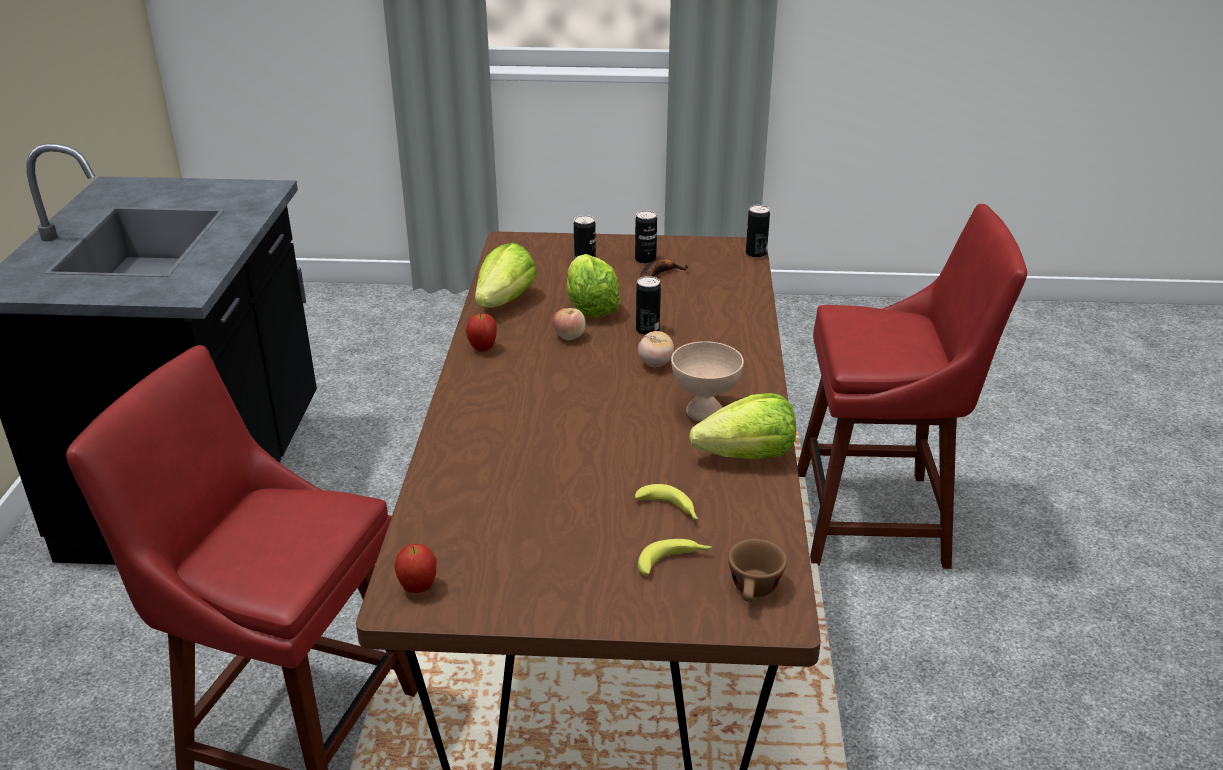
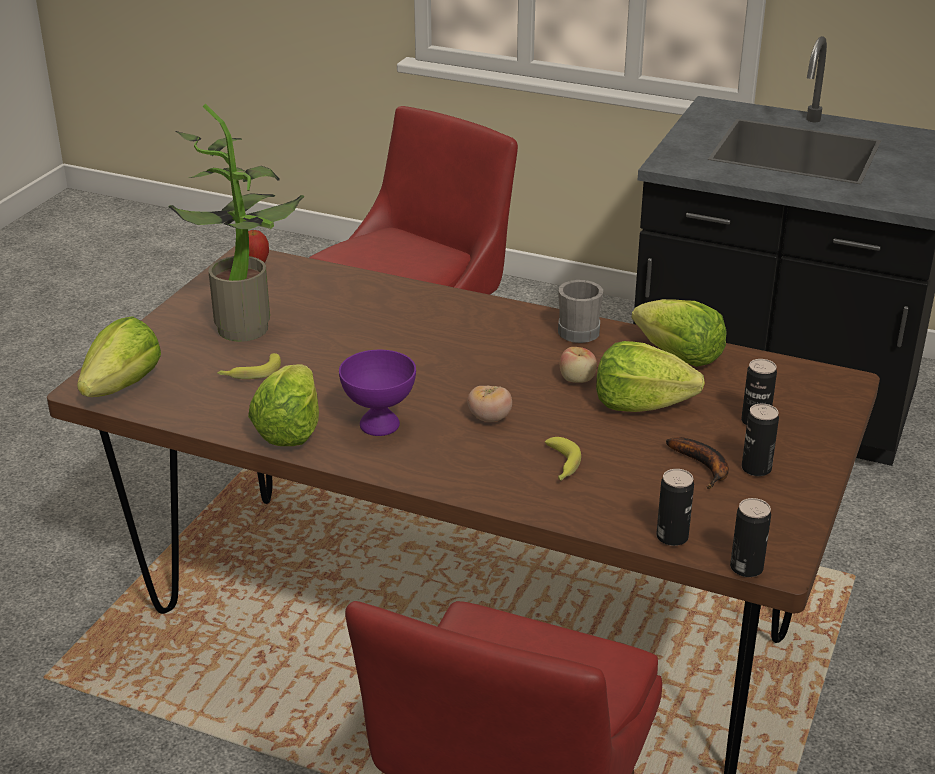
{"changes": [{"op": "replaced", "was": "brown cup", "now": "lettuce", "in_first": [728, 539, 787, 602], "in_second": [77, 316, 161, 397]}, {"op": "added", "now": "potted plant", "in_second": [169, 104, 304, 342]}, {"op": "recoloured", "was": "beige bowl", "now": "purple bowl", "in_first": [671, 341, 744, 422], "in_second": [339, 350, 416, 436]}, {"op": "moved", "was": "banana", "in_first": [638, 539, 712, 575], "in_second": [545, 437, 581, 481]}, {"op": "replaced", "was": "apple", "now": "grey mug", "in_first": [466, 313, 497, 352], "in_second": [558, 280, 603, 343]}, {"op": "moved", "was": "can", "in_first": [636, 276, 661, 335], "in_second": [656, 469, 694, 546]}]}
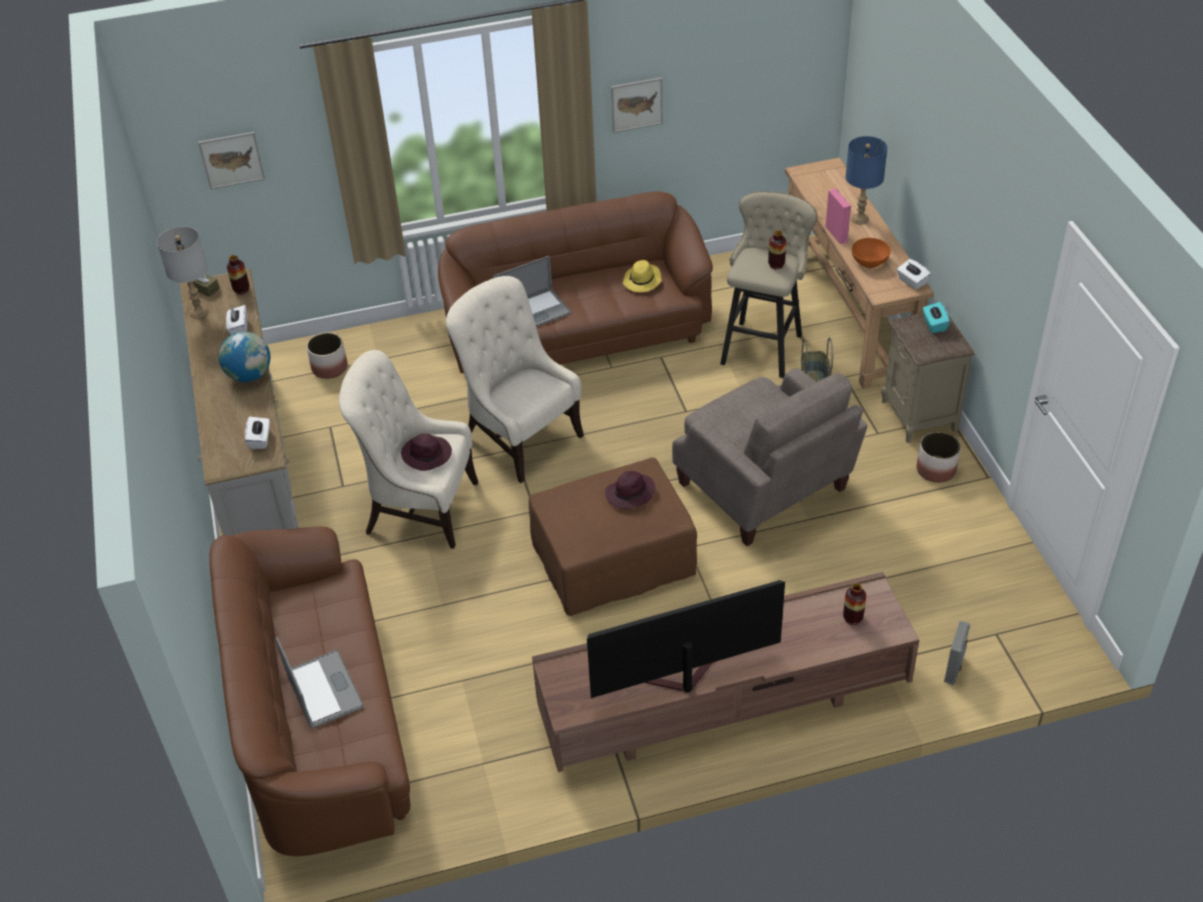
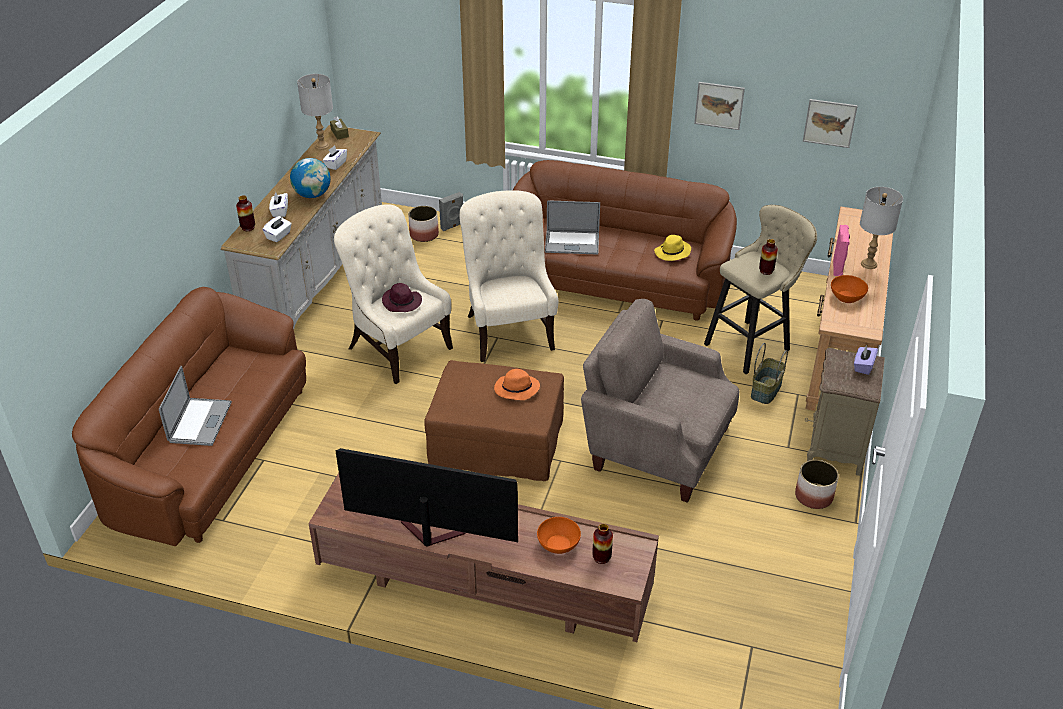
{"changes": [{"op": "moved", "was": "vase", "in_first": [227, 255, 250, 295], "in_second": [236, 195, 255, 231]}, {"op": "moved", "was": "white tissue box", "in_first": [897, 259, 931, 290], "in_second": [269, 192, 288, 217]}, {"op": "moved", "was": "grey speaker", "in_first": [944, 621, 970, 685], "in_second": [439, 192, 463, 231]}, {"op": "recoloured", "was": "purple hat", "now": "orange hat", "in_first": [605, 471, 656, 509], "in_second": [494, 369, 540, 400]}, {"op": "added", "now": "orange bowl", "in_second": [537, 517, 581, 554]}, {"op": "turned", "was": "beige armchair", "in_first": [672, 368, 868, 546], "in_second": [581, 299, 739, 503], "clockwise": 120}, {"op": "moved", "was": "picture", "in_first": [198, 132, 265, 189], "in_second": [803, 99, 858, 148]}, {"op": "recoloured", "was": "turquoise tissue box", "now": "purple tissue box", "in_first": [923, 302, 950, 333], "in_second": [854, 345, 878, 375]}, {"op": "recoloured", "was": "blue table lamp", "now": "grey table lamp", "in_first": [846, 136, 887, 225], "in_second": [860, 187, 903, 269]}]}
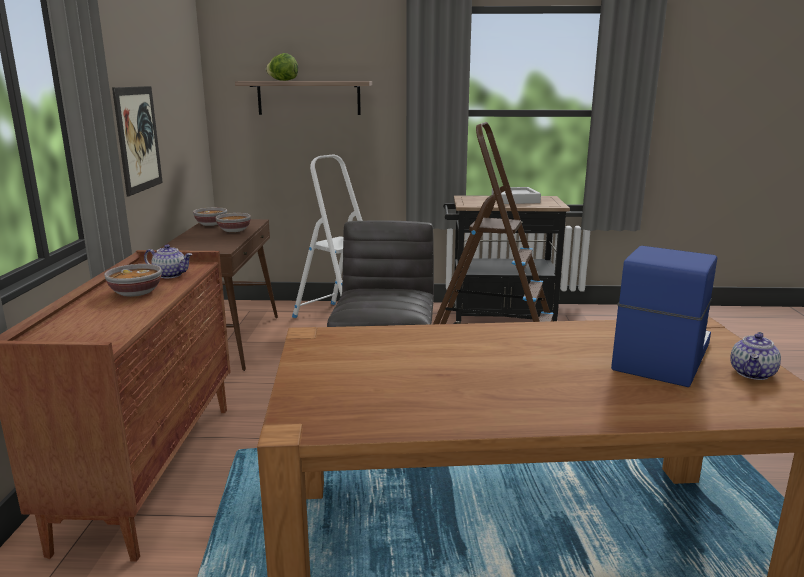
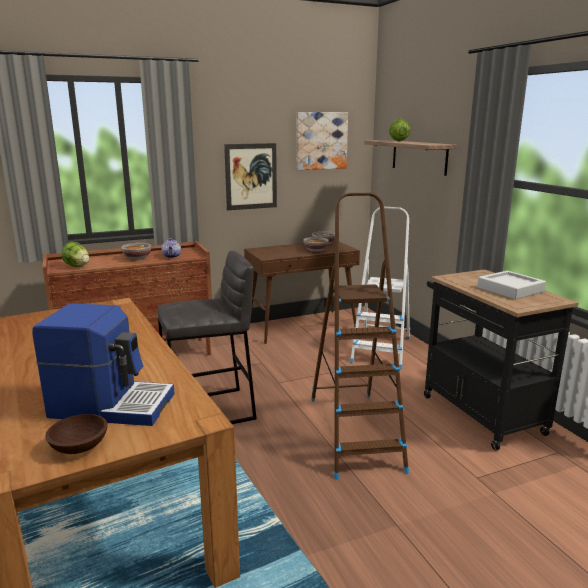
{"changes": [{"op": "replaced", "was": "teapot", "now": "brown bowl", "in_first": [730, 332, 781, 380], "in_second": [45, 414, 108, 454]}, {"op": "added", "now": "lettuce", "in_second": [61, 242, 89, 267]}, {"op": "added", "now": "picture", "in_second": [296, 112, 348, 170]}]}
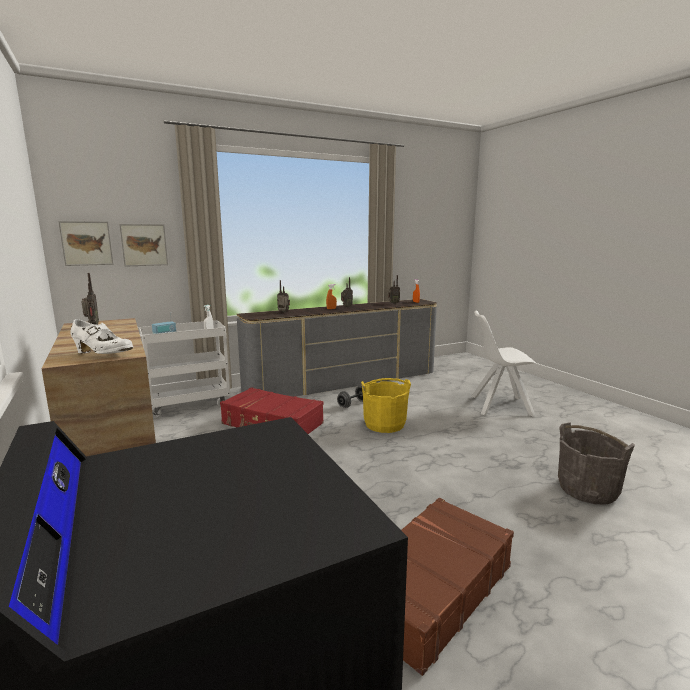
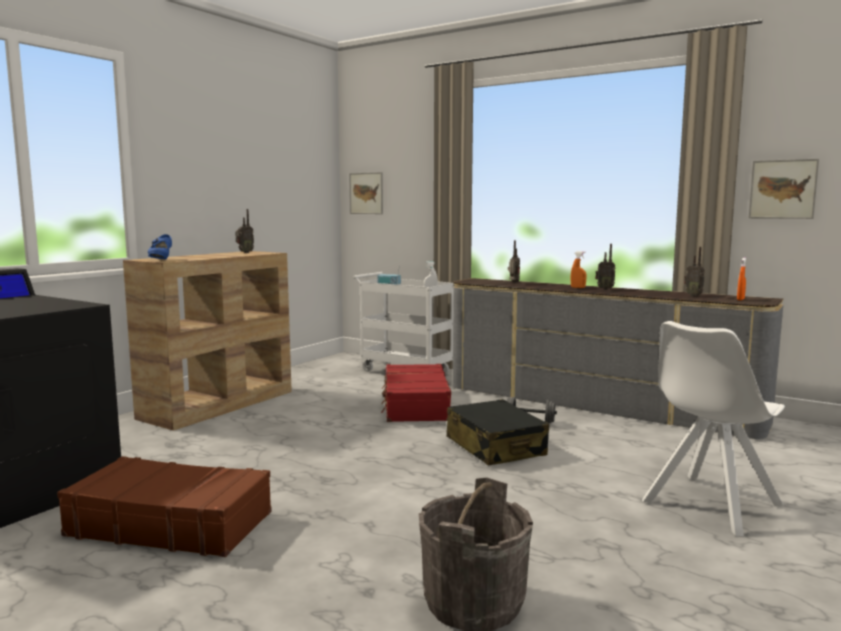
{"changes": [{"op": "recoloured", "was": "white shoe", "now": "blue shoe", "in_first": [70, 319, 133, 354], "in_second": [148, 234, 172, 259]}, {"op": "replaced", "was": "yellow bucket", "now": "black suitcase", "in_first": [361, 378, 411, 433], "in_second": [447, 399, 549, 466]}, {"op": "turned", "was": "white chair", "in_first": [471, 310, 537, 417], "in_second": [642, 321, 785, 536], "clockwise": -105}, {"op": "moved", "was": "picture", "in_first": [119, 224, 168, 267], "in_second": [748, 159, 819, 219]}]}
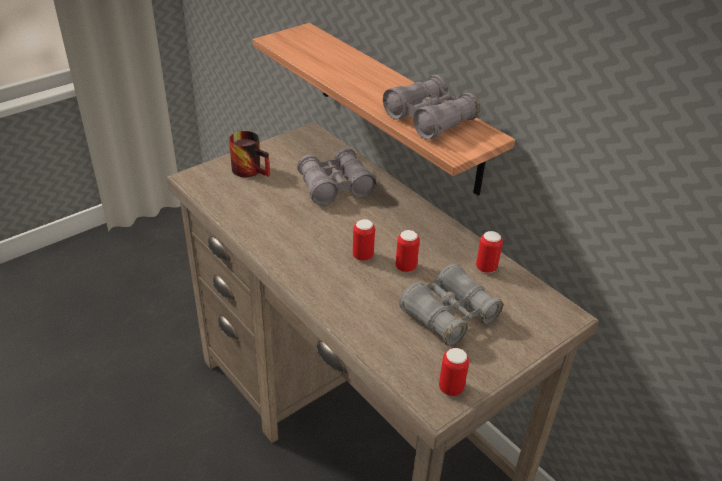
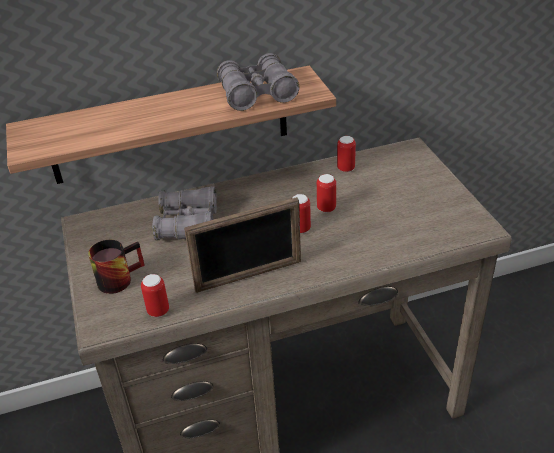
{"changes": [{"op": "moved", "was": "can", "in_first": [439, 348, 469, 396], "in_second": [141, 274, 169, 317]}, {"op": "added", "now": "picture frame", "in_second": [184, 197, 301, 293]}, {"op": "removed", "was": "grey binoculars", "in_first": [399, 263, 503, 346]}]}
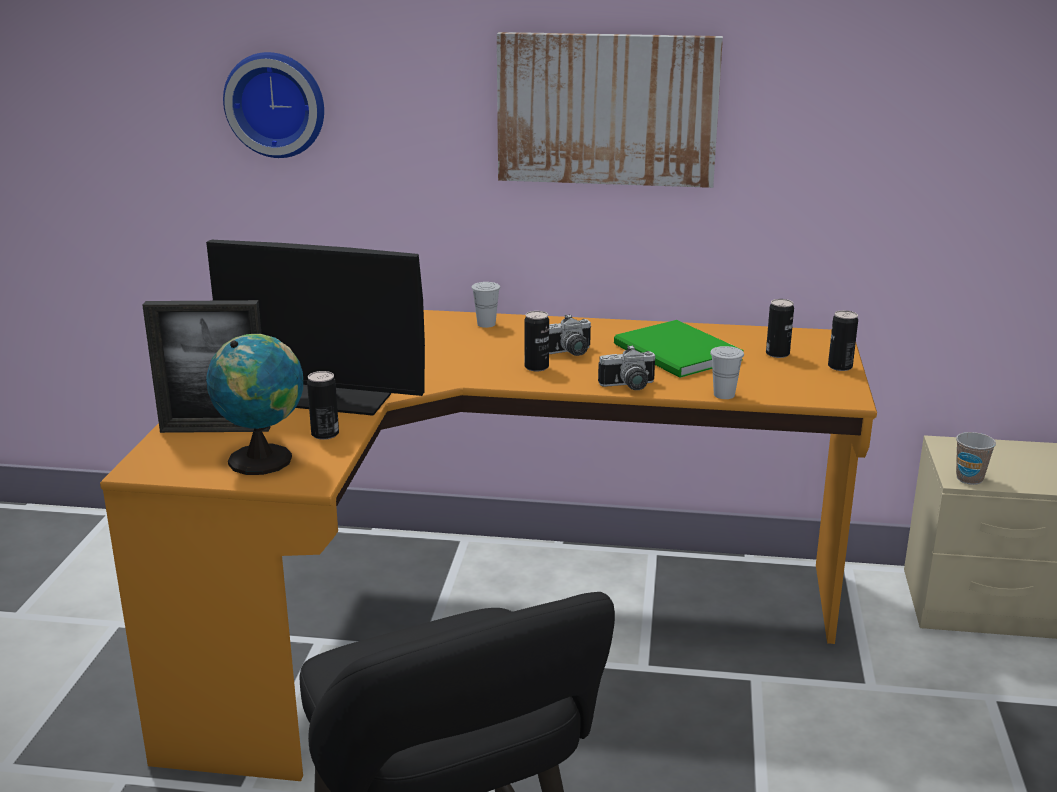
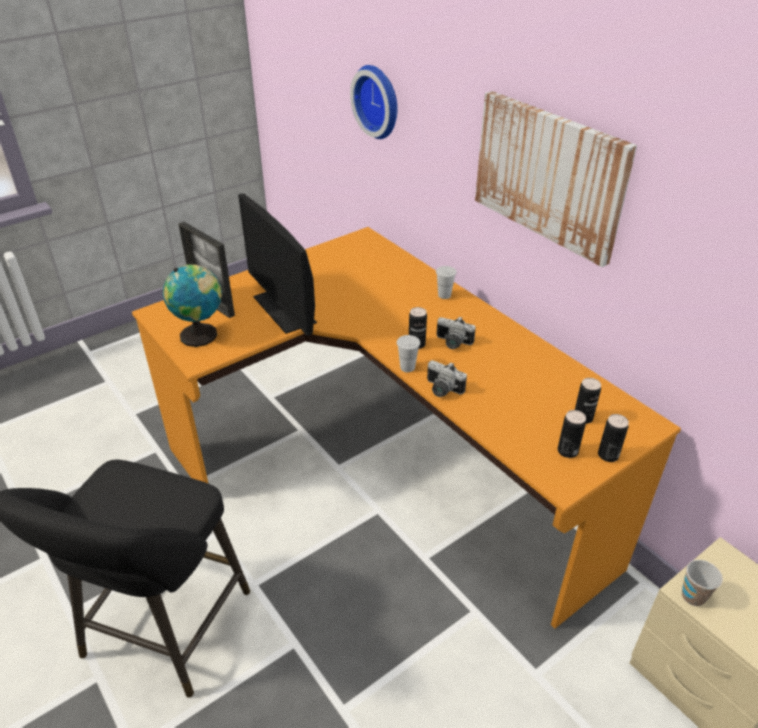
{"changes": [{"op": "moved", "was": "white cup", "in_first": [710, 346, 744, 399], "in_second": [397, 335, 420, 372]}, {"op": "moved", "was": "can", "in_first": [307, 371, 339, 440], "in_second": [558, 410, 586, 458]}, {"op": "removed", "was": "green book", "in_first": [614, 320, 743, 378]}]}
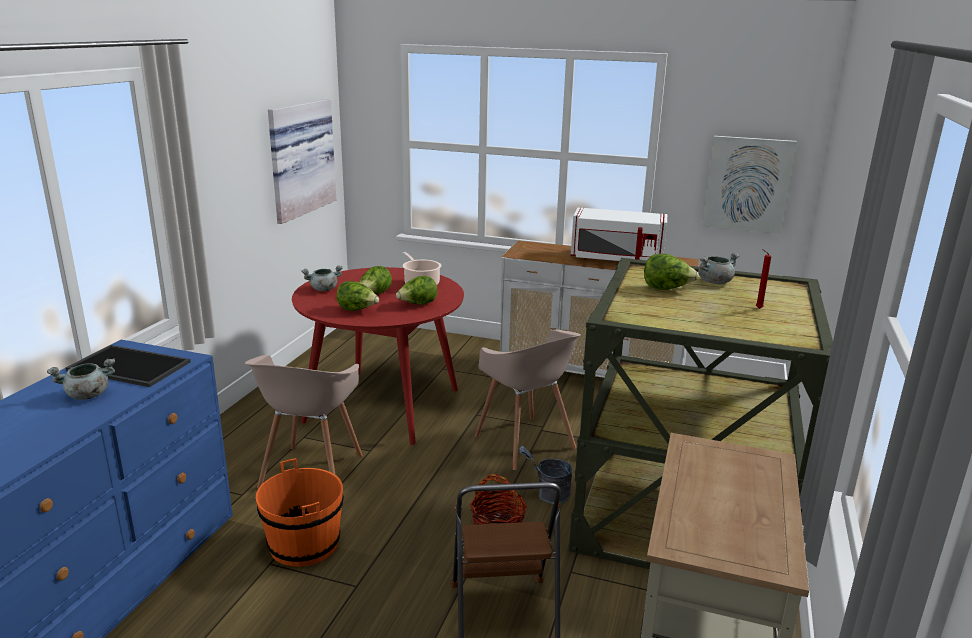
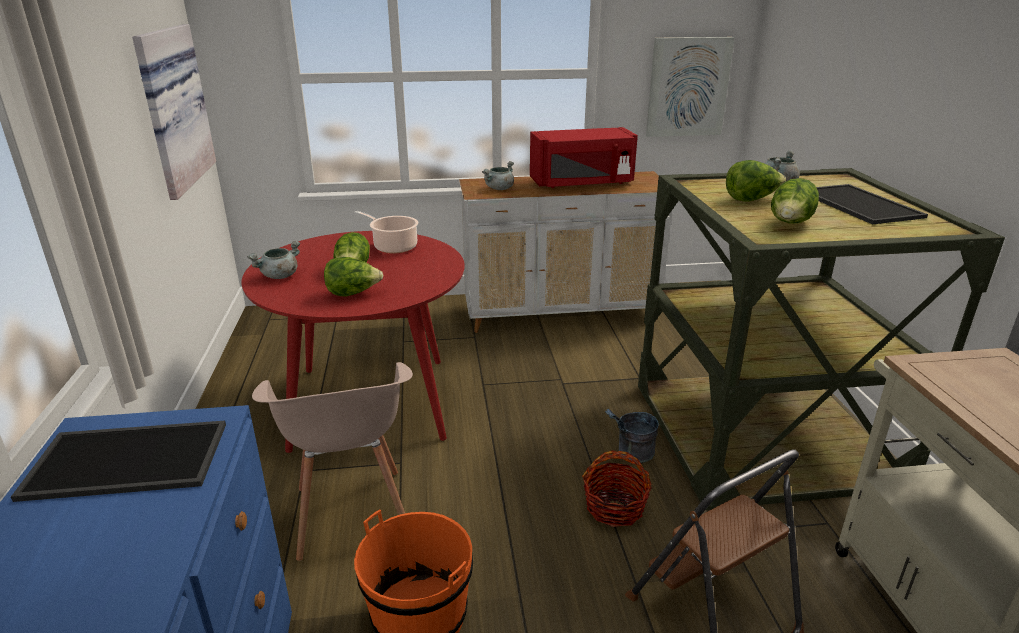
{"changes": [{"op": "moved", "was": "grey cooking pot", "in_first": [47, 359, 115, 400], "in_second": [482, 161, 514, 190]}, {"op": "recoloured", "was": "white microwave", "now": "red microwave", "in_first": [571, 208, 667, 261], "in_second": [530, 127, 638, 188]}, {"op": "moved", "was": "lettuce", "in_first": [396, 276, 438, 305], "in_second": [771, 178, 819, 224]}, {"op": "replaced", "was": "red candle", "now": "tray", "in_first": [756, 249, 771, 309], "in_second": [816, 184, 928, 225]}, {"op": "removed", "was": "beige chair", "in_first": [475, 330, 581, 470]}]}
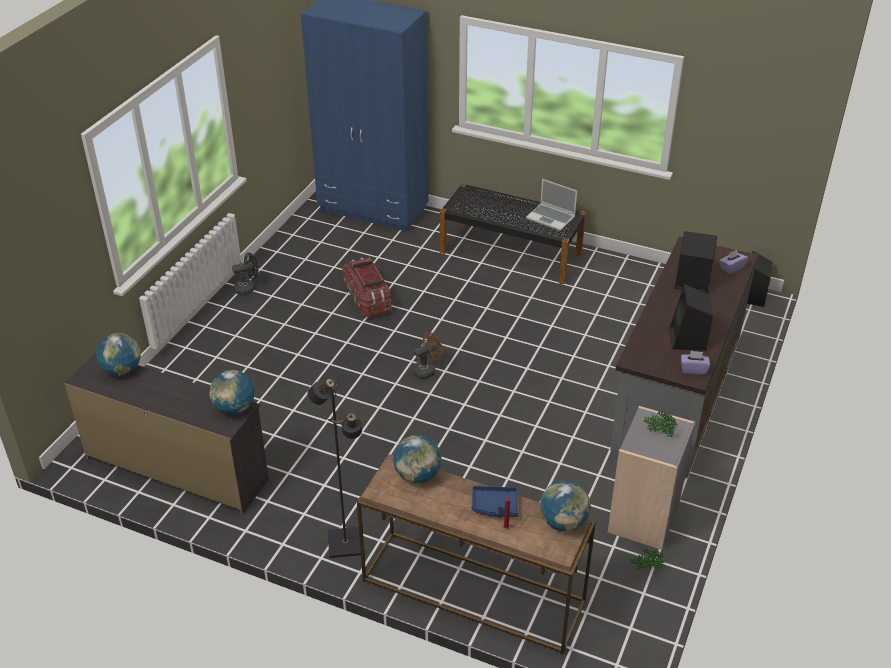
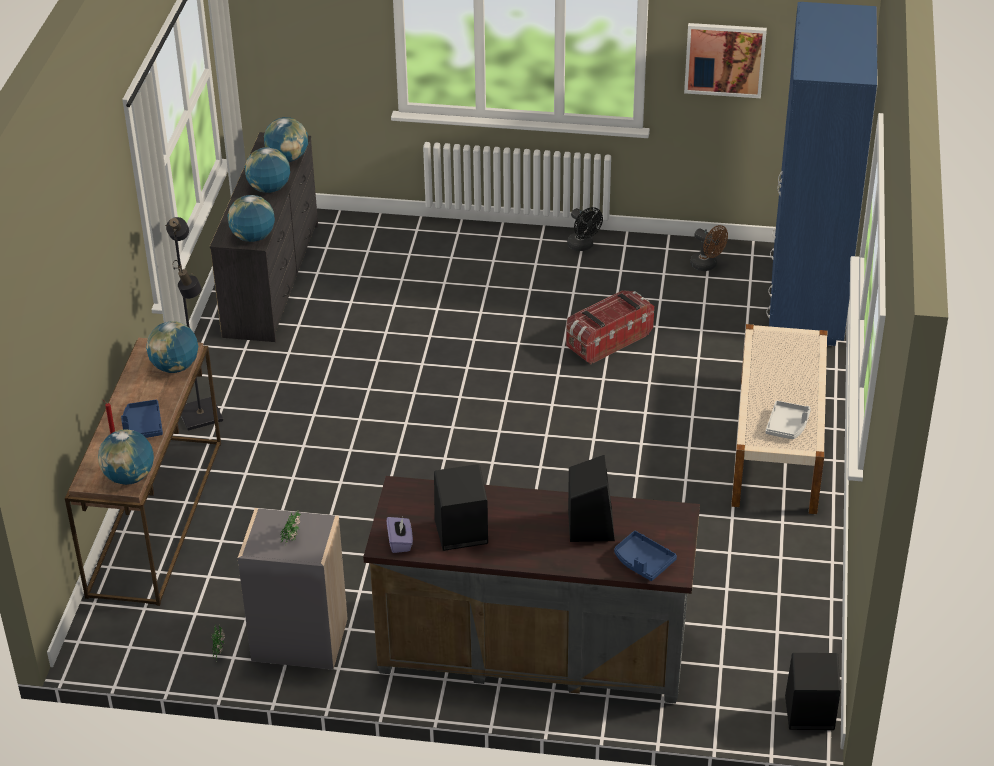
{"changes": [{"op": "added", "now": "globe", "in_second": [245, 147, 290, 193]}, {"op": "replaced", "was": "purple tissue box", "now": "blue tray", "in_first": [719, 250, 748, 274], "in_second": [614, 531, 677, 581]}, {"op": "added", "now": "picture", "in_second": [684, 23, 767, 98]}, {"op": "moved", "was": "brown fan", "in_first": [412, 332, 443, 379], "in_second": [690, 225, 728, 271]}, {"op": "recoloured", "was": "black bench", "now": "beige bench", "in_first": [440, 183, 586, 285], "in_second": [731, 324, 827, 514]}, {"op": "replaced", "was": "laptop", "now": "grey tray", "in_first": [526, 179, 577, 231], "in_second": [765, 401, 811, 439]}]}
